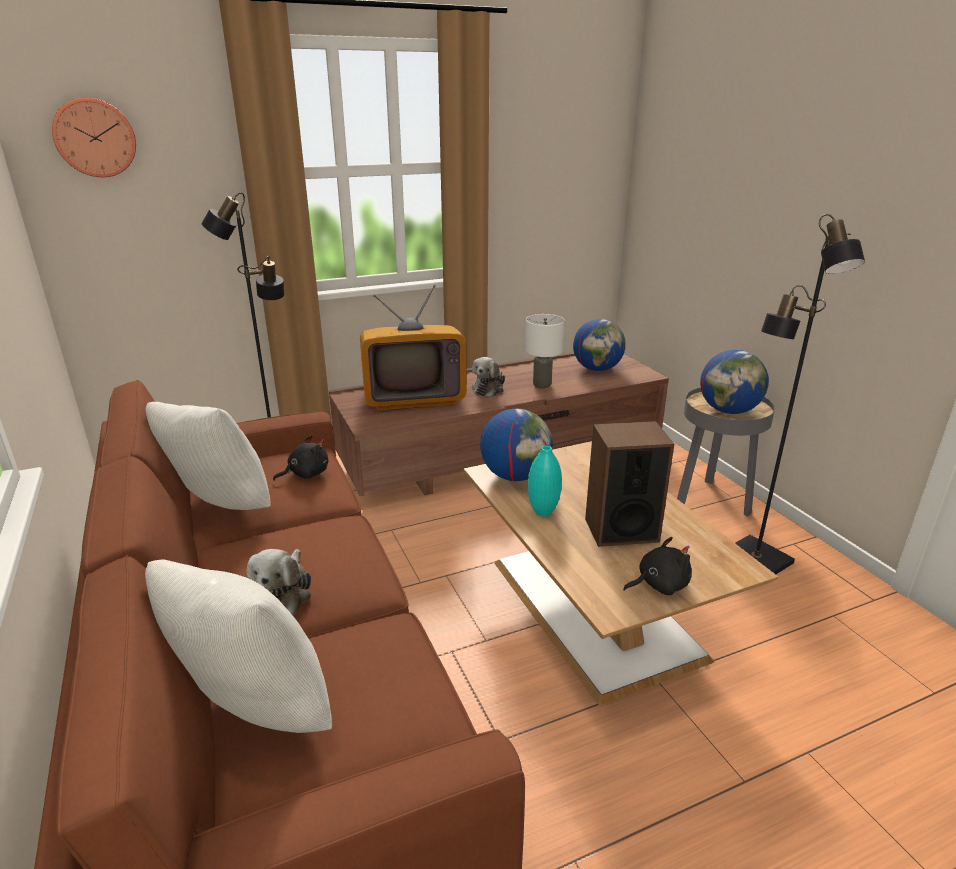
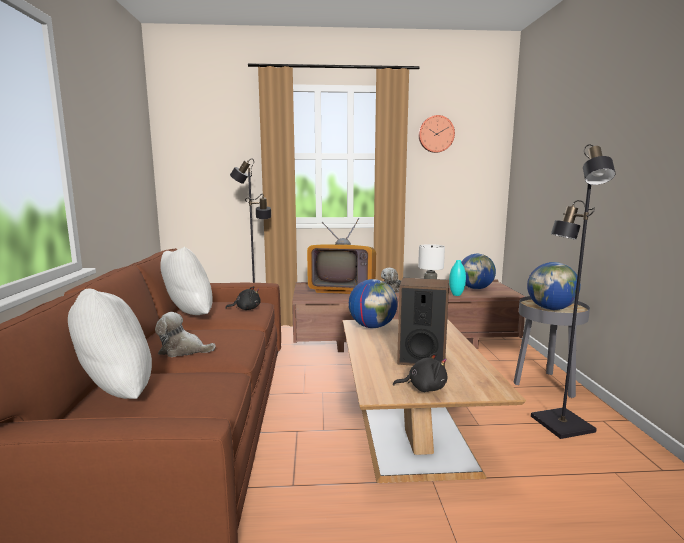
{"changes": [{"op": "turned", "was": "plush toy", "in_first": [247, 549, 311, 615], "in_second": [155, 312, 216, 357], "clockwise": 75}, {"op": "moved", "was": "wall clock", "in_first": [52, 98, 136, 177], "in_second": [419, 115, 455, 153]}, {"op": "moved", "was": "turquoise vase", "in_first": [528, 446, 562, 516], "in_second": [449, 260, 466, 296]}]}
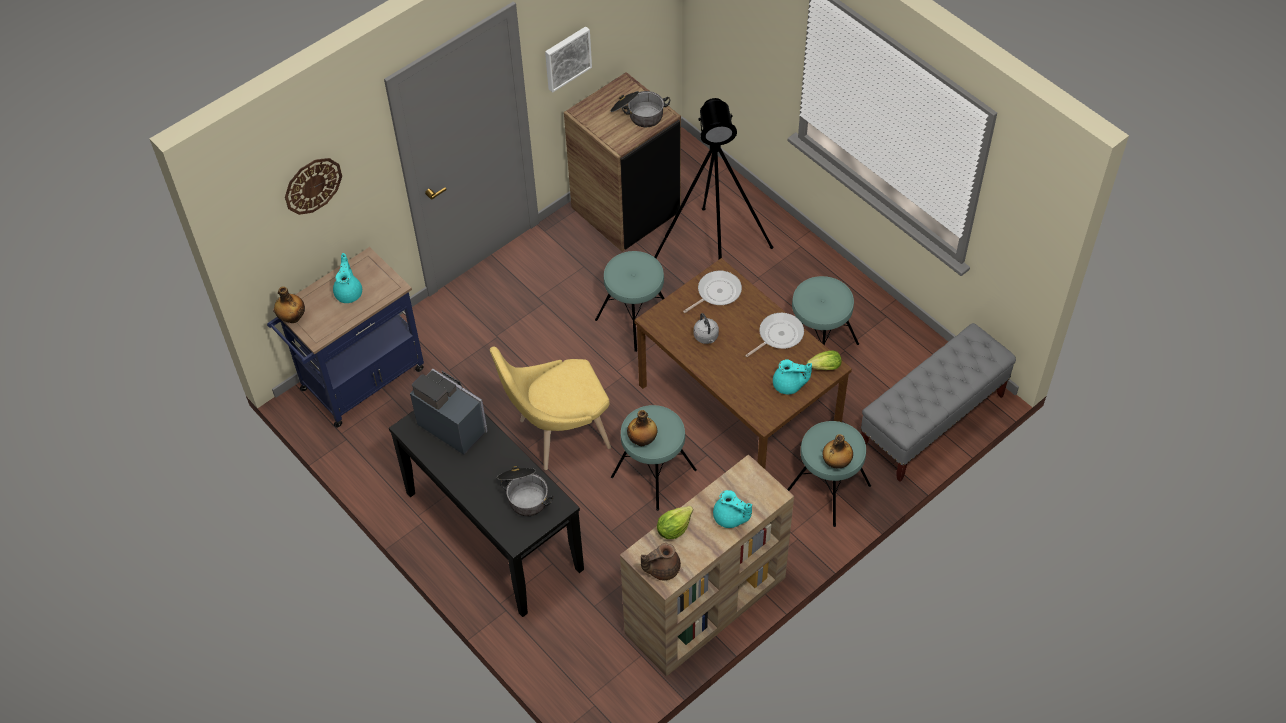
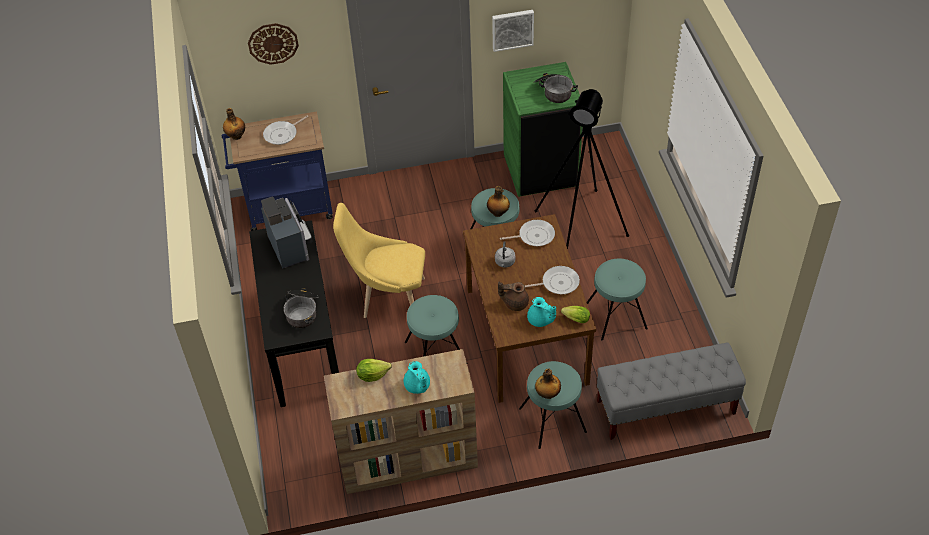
{"changes": [{"op": "replaced", "was": "turquoise teapot", "now": "frying pan", "in_first": [333, 253, 362, 303], "in_second": [263, 116, 308, 145]}, {"op": "moved", "was": "bottle", "in_first": [627, 410, 658, 446], "in_second": [487, 186, 510, 217]}, {"op": "moved", "was": "brown teapot", "in_first": [641, 543, 681, 580], "in_second": [498, 282, 529, 311]}, {"op": "recoloured", "was": "brown cabinet", "now": "green cabinet", "in_first": [564, 72, 681, 252], "in_second": [503, 62, 582, 197]}]}
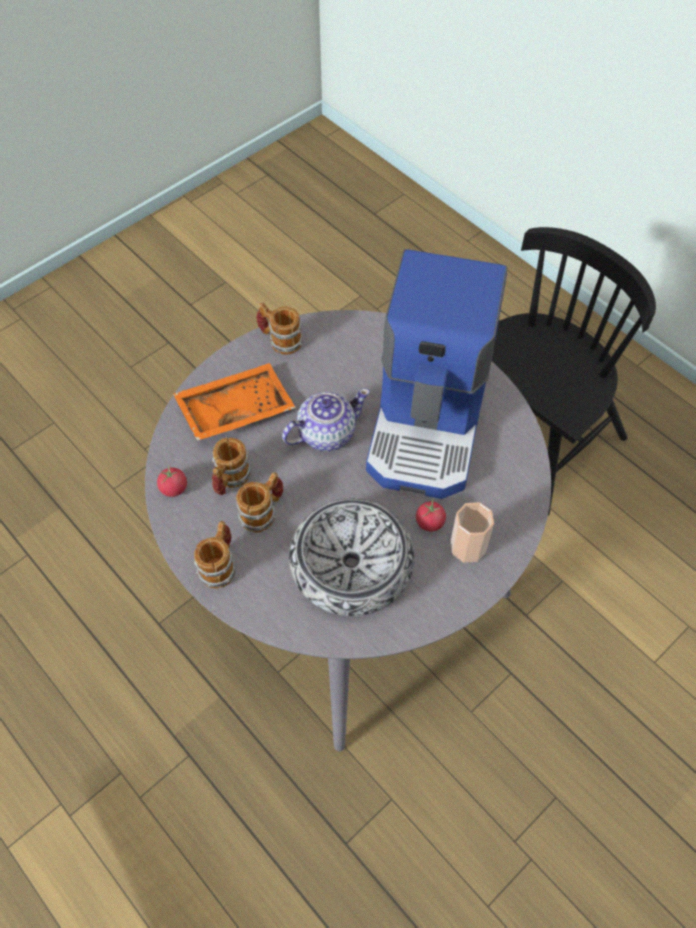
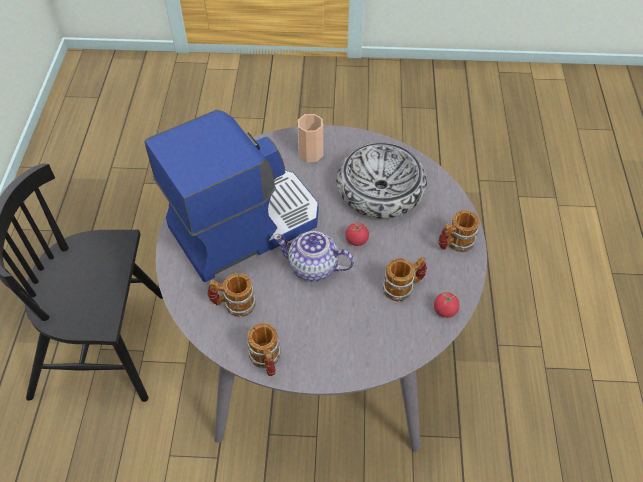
{"changes": [{"op": "moved", "was": "mug", "in_first": [236, 472, 283, 532], "in_second": [207, 273, 257, 317]}, {"op": "moved", "was": "tomato", "in_first": [416, 499, 446, 532], "in_second": [345, 222, 369, 246]}, {"op": "removed", "was": "orange tray", "in_first": [173, 363, 296, 441]}]}
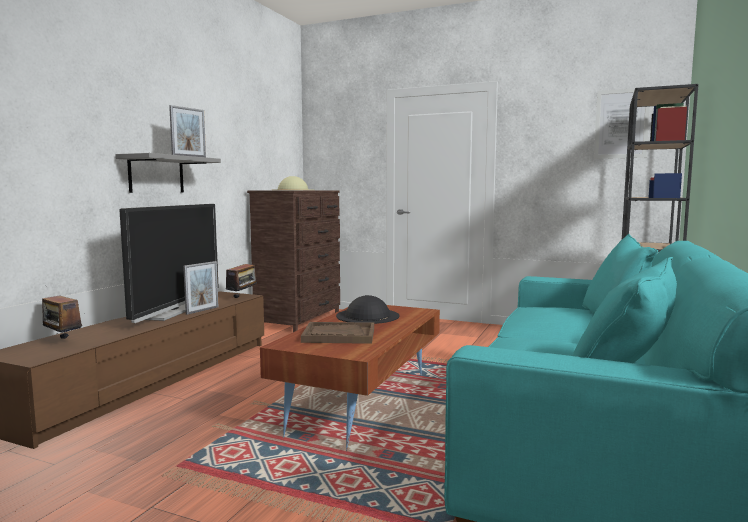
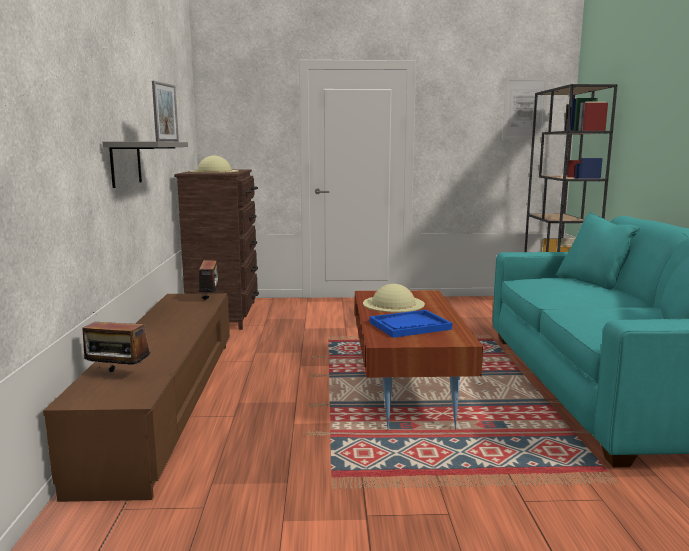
{"changes": [{"op": "recoloured", "was": "black hat", "now": "beige hat", "in_first": [336, 295, 399, 324], "in_second": [363, 284, 425, 313]}, {"op": "recoloured", "was": "brown tray", "now": "blue tray", "in_first": [301, 322, 374, 344], "in_second": [370, 310, 452, 338]}, {"op": "removed", "was": "television", "in_first": [119, 204, 218, 323]}, {"op": "removed", "was": "picture frame", "in_first": [183, 261, 219, 315]}]}
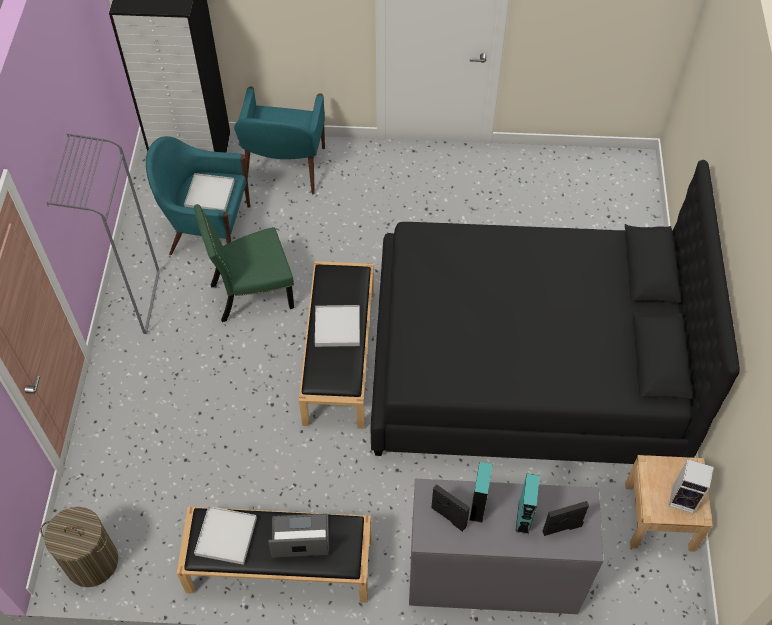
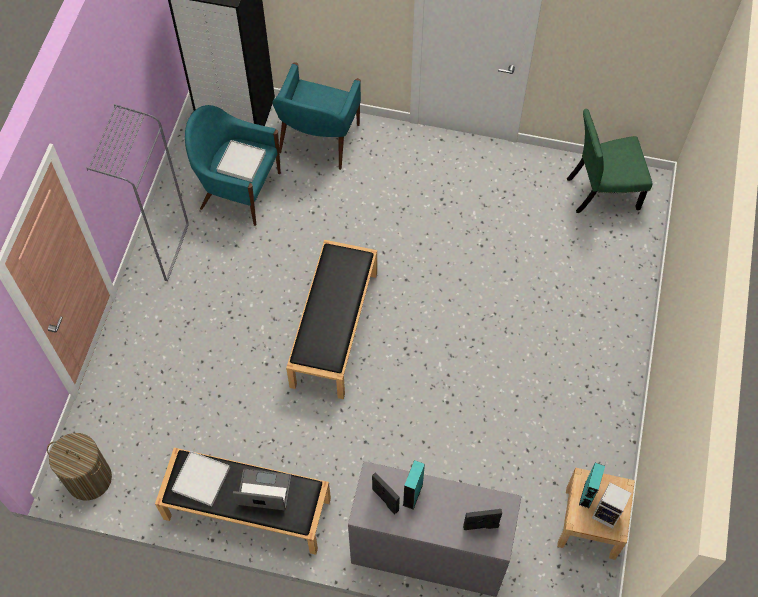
{"changes": [{"op": "moved", "was": "green chair", "in_first": [194, 204, 294, 322], "in_second": [567, 109, 653, 213]}, {"op": "moved", "was": "turquoise speaker", "in_first": [516, 474, 540, 534], "in_second": [579, 463, 605, 508]}, {"op": "removed", "was": "white tray", "in_first": [315, 305, 360, 347]}, {"op": "removed", "was": "black bed", "in_first": [371, 160, 740, 464]}]}
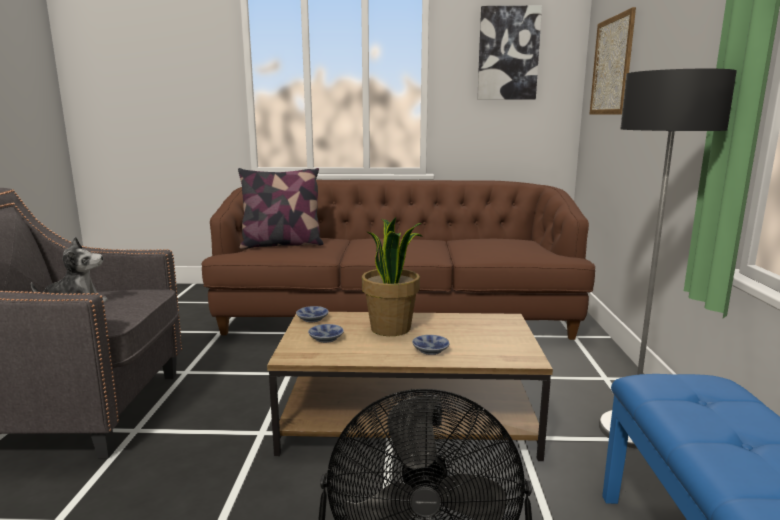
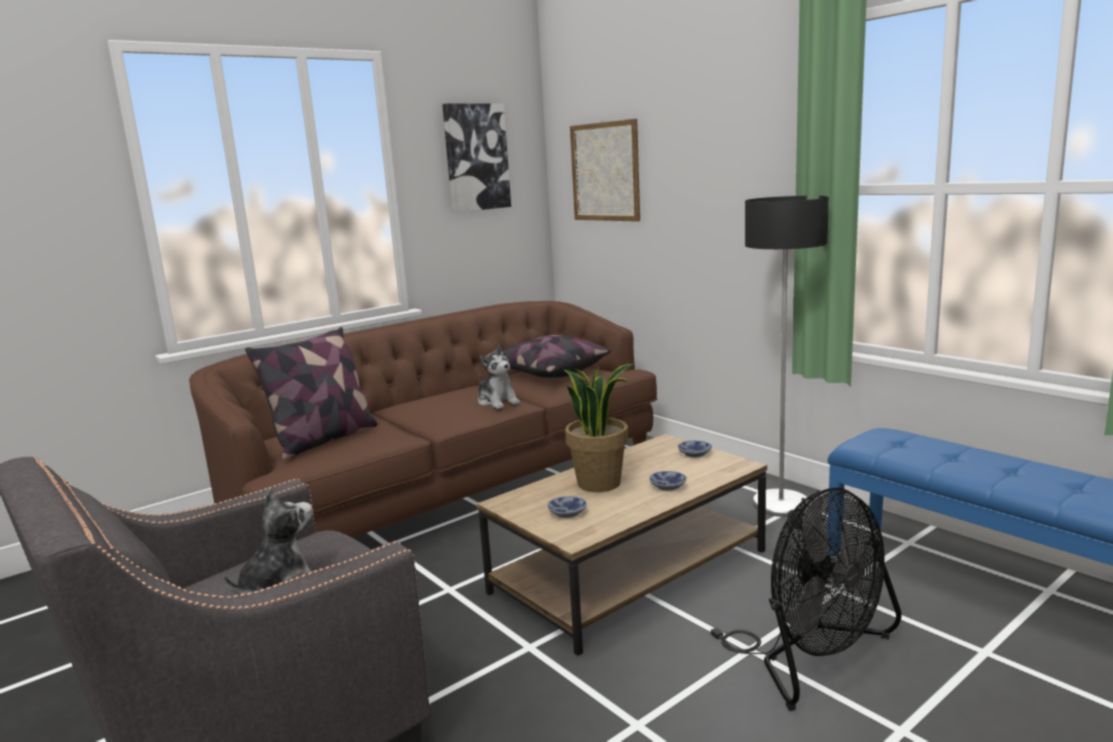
{"changes": [{"op": "added", "now": "plush toy", "in_second": [478, 344, 520, 409]}, {"op": "added", "now": "pillow", "in_second": [504, 335, 611, 378]}, {"op": "moved", "was": "bowl", "in_first": [296, 306, 329, 322], "in_second": [678, 441, 712, 458]}]}
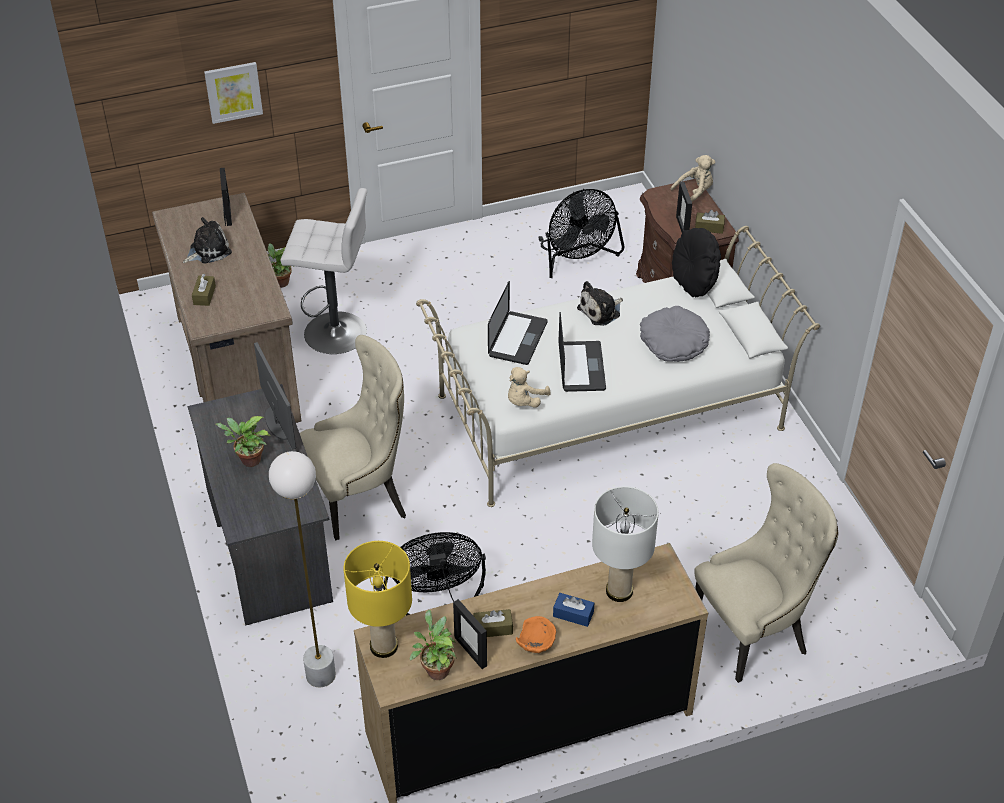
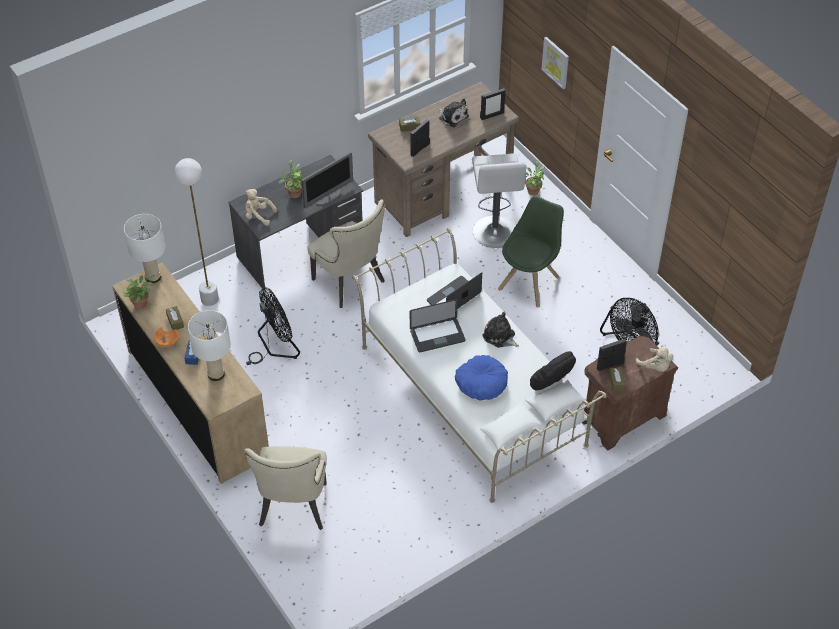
{"changes": [{"op": "recoloured", "was": "yellow table lamp", "now": "white table lamp", "in_first": [344, 541, 412, 658], "in_second": [124, 214, 165, 283]}, {"op": "turned", "was": "beige chair", "in_first": [694, 463, 838, 683], "in_second": [244, 446, 327, 530], "clockwise": 45}, {"op": "moved", "was": "beige plush toy", "in_first": [508, 367, 550, 408], "in_second": [245, 189, 277, 226]}, {"op": "moved", "was": "picture frame", "in_first": [453, 599, 487, 669], "in_second": [410, 119, 430, 157]}, {"op": "turned", "was": "laptop", "in_first": [488, 281, 548, 365], "in_second": [427, 272, 482, 309], "clockwise": 135}, {"op": "recoloured", "was": "grey pillow", "now": "blue pillow", "in_first": [640, 306, 710, 362], "in_second": [455, 355, 508, 400]}, {"op": "added", "now": "green chair", "in_second": [498, 196, 564, 308]}]}
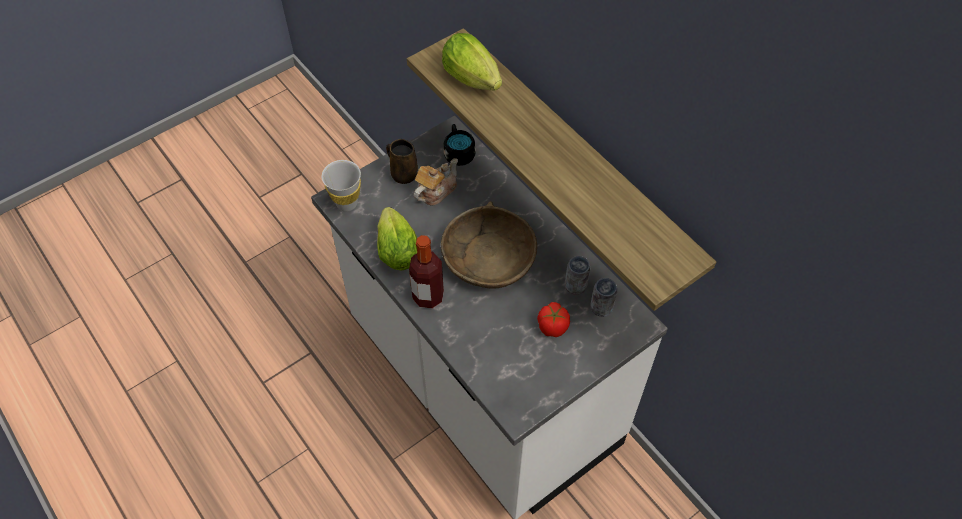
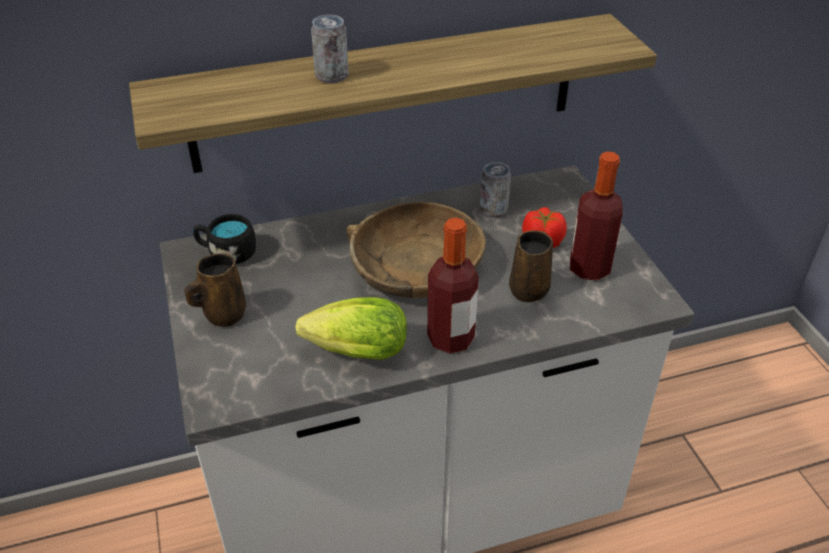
{"changes": [{"op": "moved", "was": "can", "in_first": [590, 278, 617, 317], "in_second": [311, 15, 349, 83]}, {"op": "added", "now": "brown mug", "in_second": [509, 230, 553, 303]}, {"op": "added", "now": "bottle", "in_second": [570, 151, 623, 281]}, {"op": "removed", "was": "white cup", "in_first": [322, 160, 361, 212]}, {"op": "removed", "was": "teapot", "in_first": [413, 158, 458, 206]}, {"op": "removed", "was": "lettuce", "in_first": [442, 33, 502, 90]}]}
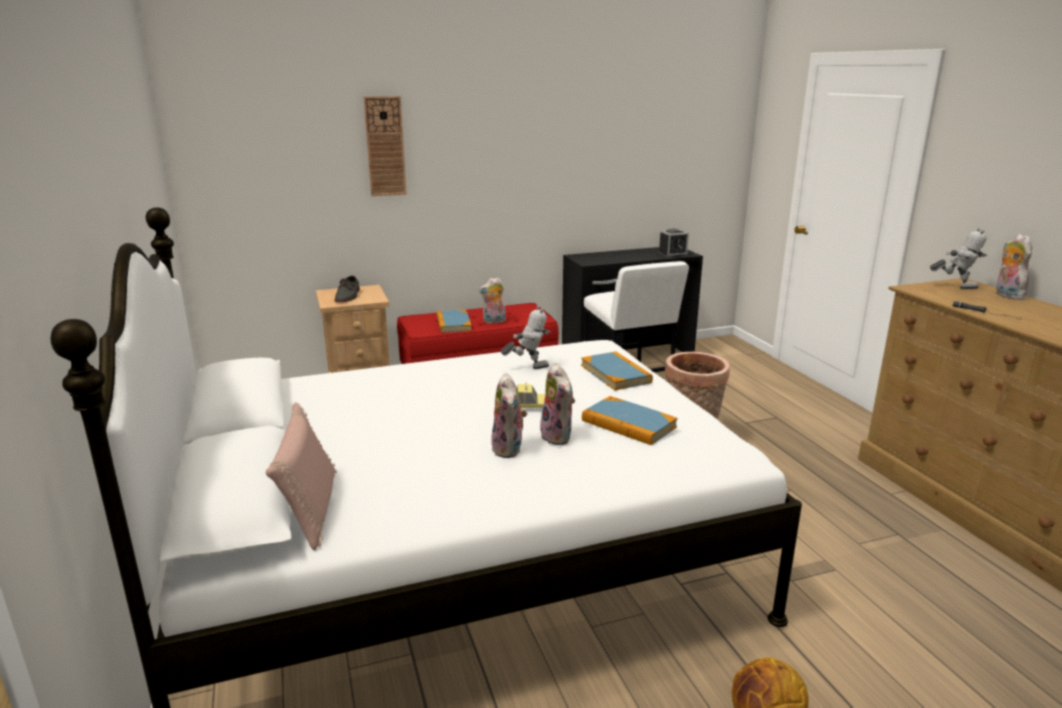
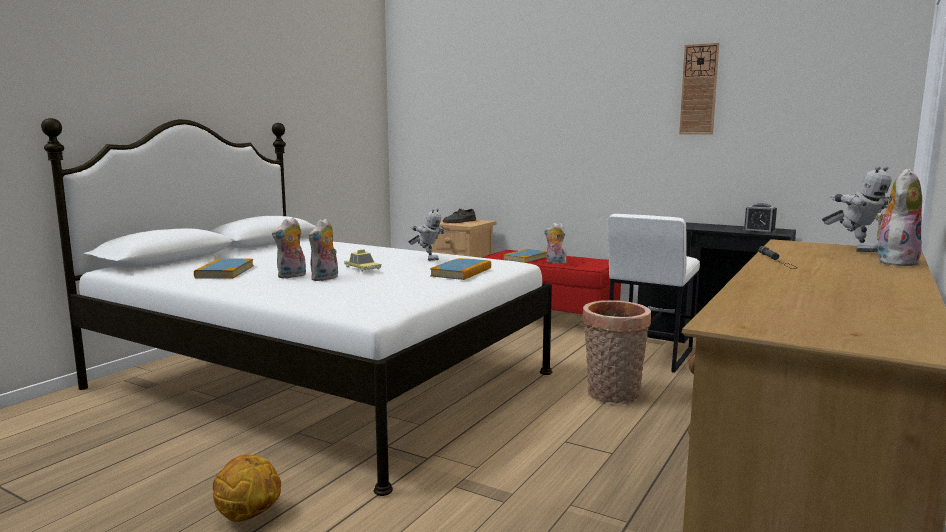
{"changes": [{"op": "moved", "was": "book", "in_first": [582, 396, 678, 445], "in_second": [194, 258, 254, 279]}, {"op": "moved", "was": "wall clock", "in_first": [363, 96, 407, 196], "in_second": [679, 43, 719, 134]}, {"op": "removed", "was": "beige pillow", "in_first": [266, 402, 337, 551]}]}
